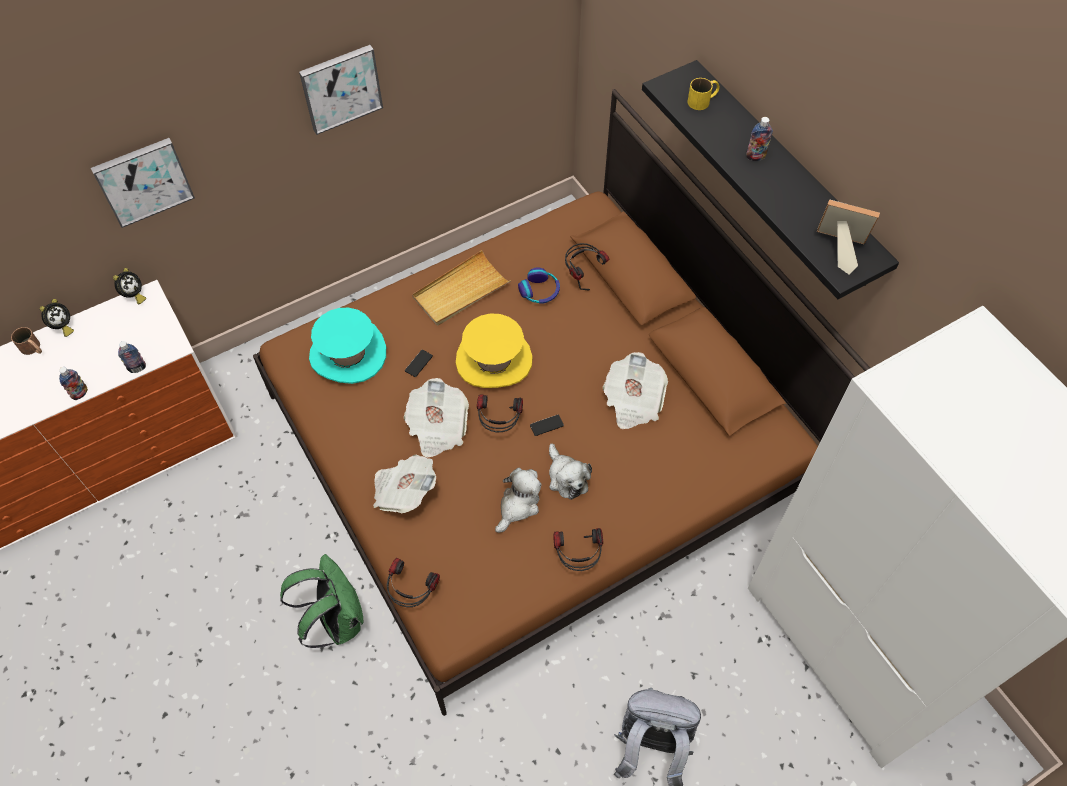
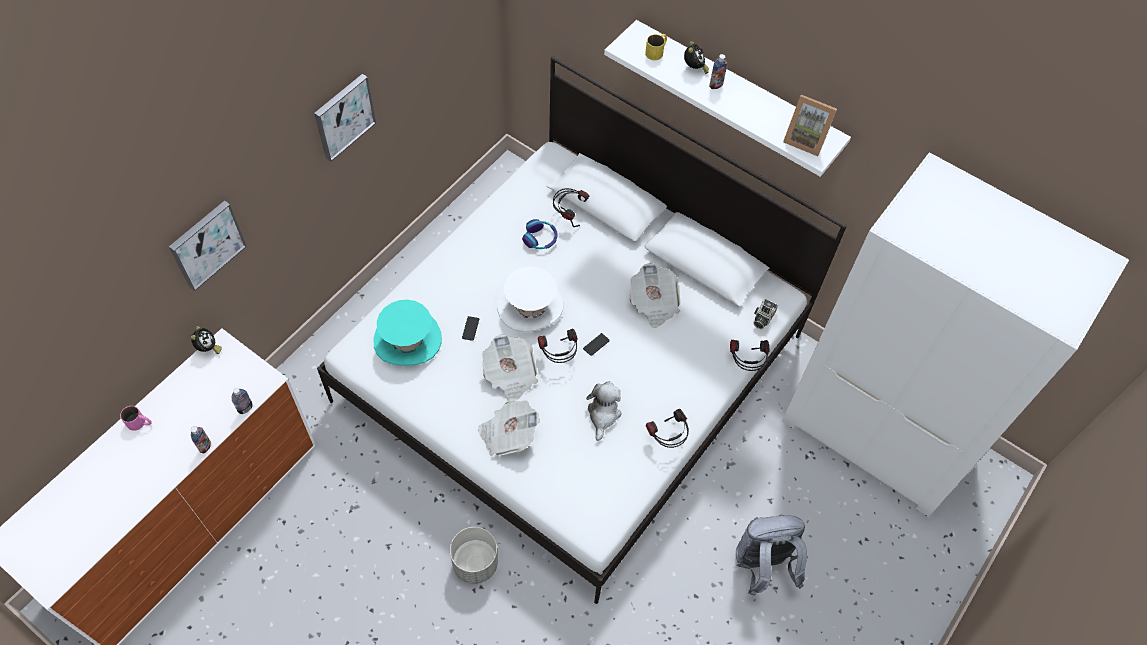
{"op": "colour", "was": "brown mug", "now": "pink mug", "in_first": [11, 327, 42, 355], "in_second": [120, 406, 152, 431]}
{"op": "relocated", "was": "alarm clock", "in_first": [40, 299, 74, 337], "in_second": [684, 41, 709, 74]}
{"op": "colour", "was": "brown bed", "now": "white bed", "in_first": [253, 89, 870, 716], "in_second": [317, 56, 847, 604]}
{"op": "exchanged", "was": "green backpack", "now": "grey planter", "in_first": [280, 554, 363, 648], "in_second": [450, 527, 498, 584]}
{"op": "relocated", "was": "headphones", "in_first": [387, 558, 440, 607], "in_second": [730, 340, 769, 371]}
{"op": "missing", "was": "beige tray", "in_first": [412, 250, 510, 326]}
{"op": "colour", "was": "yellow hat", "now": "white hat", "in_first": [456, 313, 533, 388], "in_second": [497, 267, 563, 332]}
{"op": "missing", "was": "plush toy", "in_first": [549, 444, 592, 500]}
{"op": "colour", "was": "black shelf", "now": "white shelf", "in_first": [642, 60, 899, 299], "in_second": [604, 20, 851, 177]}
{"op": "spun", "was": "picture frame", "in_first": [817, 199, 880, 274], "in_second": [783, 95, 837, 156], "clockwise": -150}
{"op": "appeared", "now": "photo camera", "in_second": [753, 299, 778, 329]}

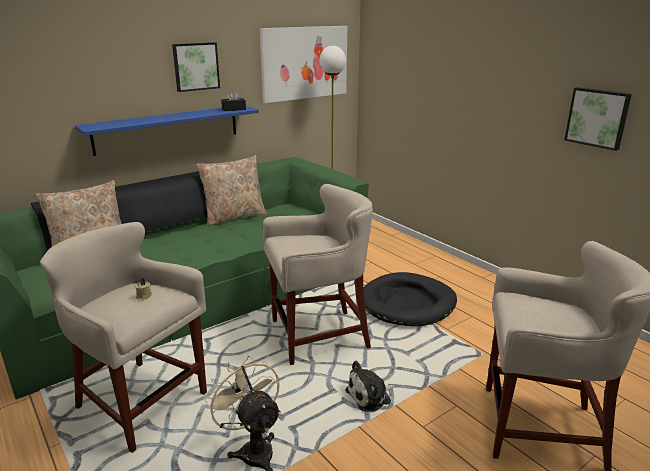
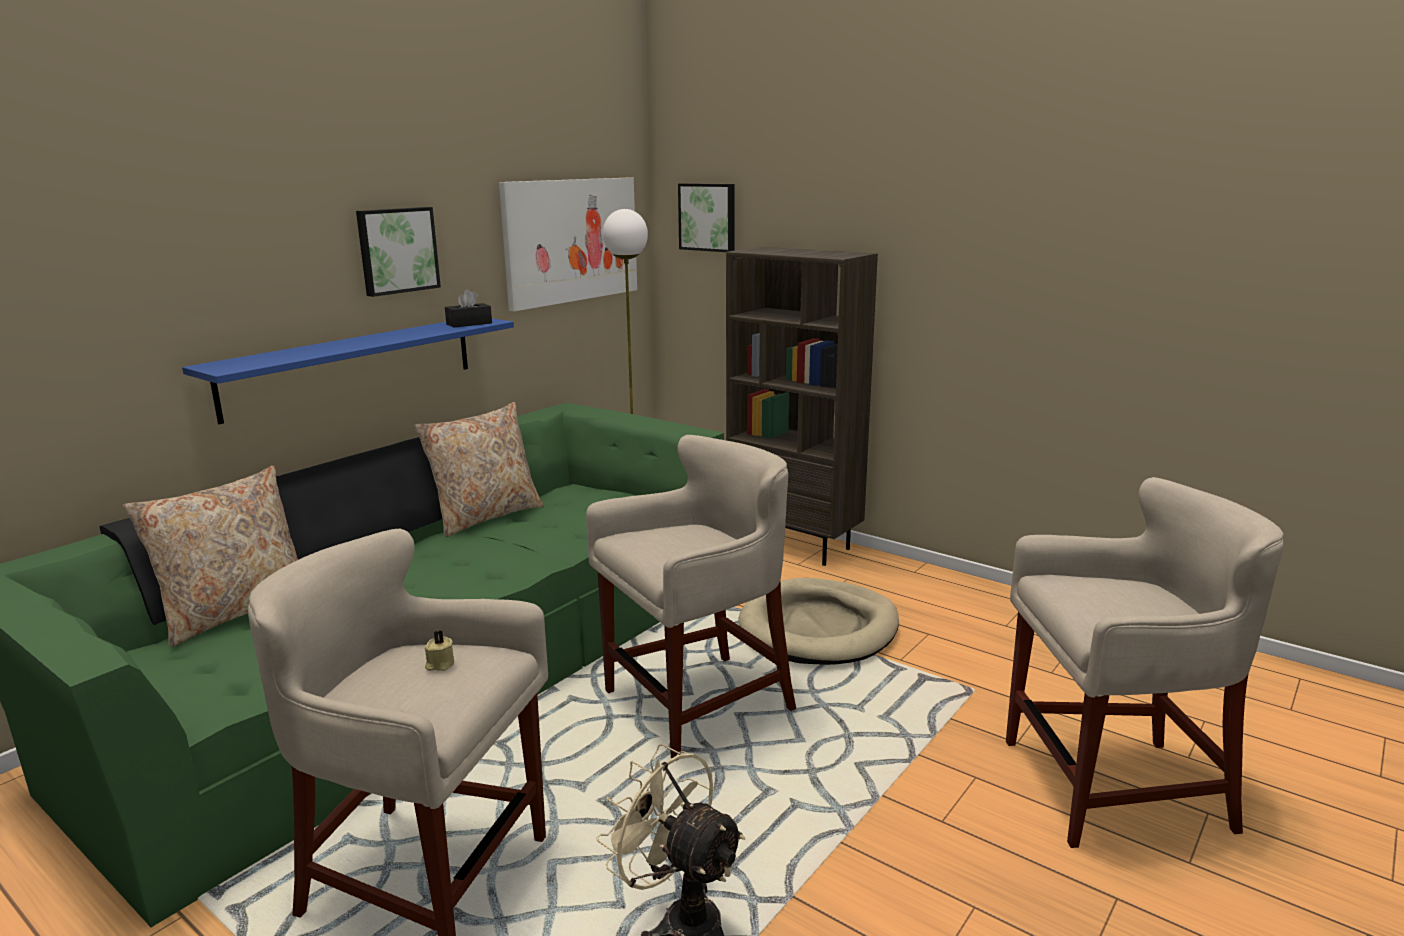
{"op": "missing", "was": "plush toy", "in_first": [345, 361, 394, 412]}
{"op": "colour", "was": "black dog bed", "now": "beige dog bed", "in_first": [363, 272, 457, 326], "in_second": [739, 578, 899, 665]}
{"op": "relocated", "was": "picture", "in_first": [564, 87, 632, 151], "in_second": [678, 183, 735, 252]}
{"op": "appeared", "now": "brown bookcase", "in_second": [726, 247, 878, 566]}

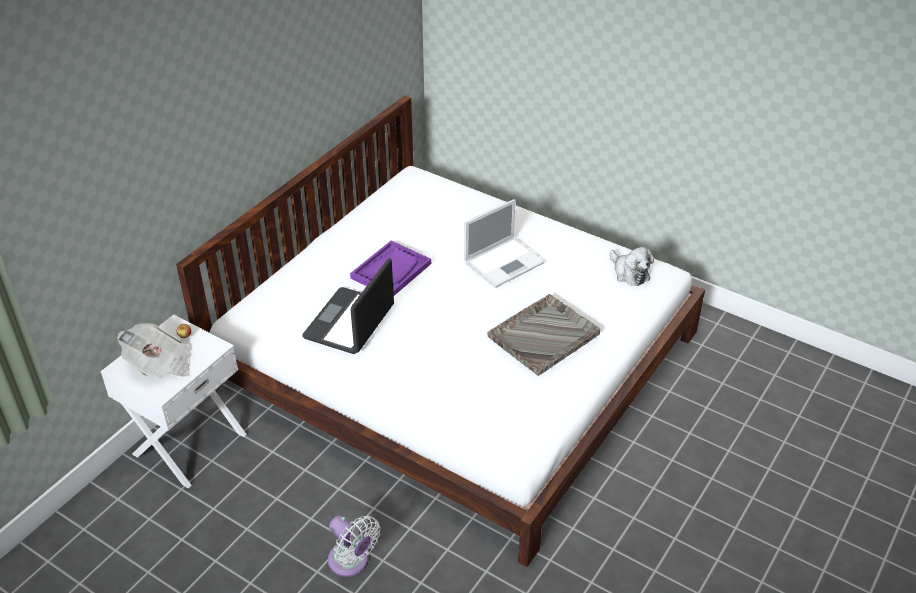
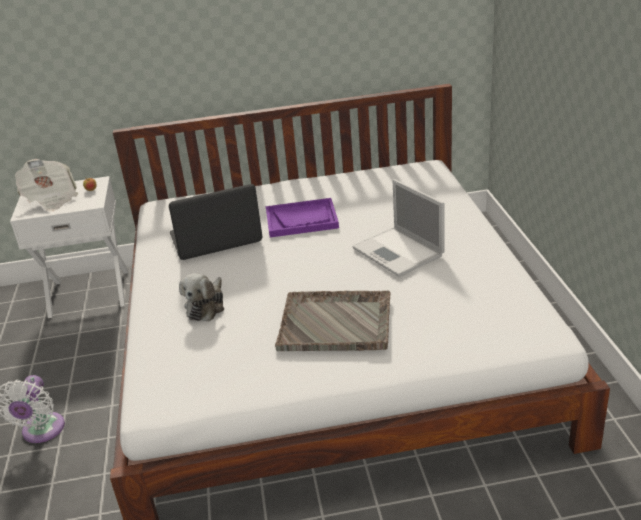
{"op": "spun", "was": "laptop", "in_first": [464, 199, 545, 288], "in_second": [352, 179, 445, 277], "clockwise": 45}
{"op": "relocated", "was": "plush toy", "in_first": [610, 247, 654, 286], "in_second": [179, 273, 224, 321]}

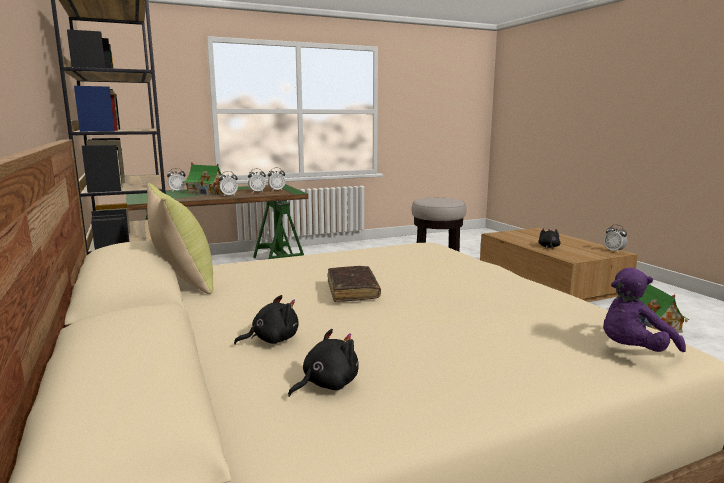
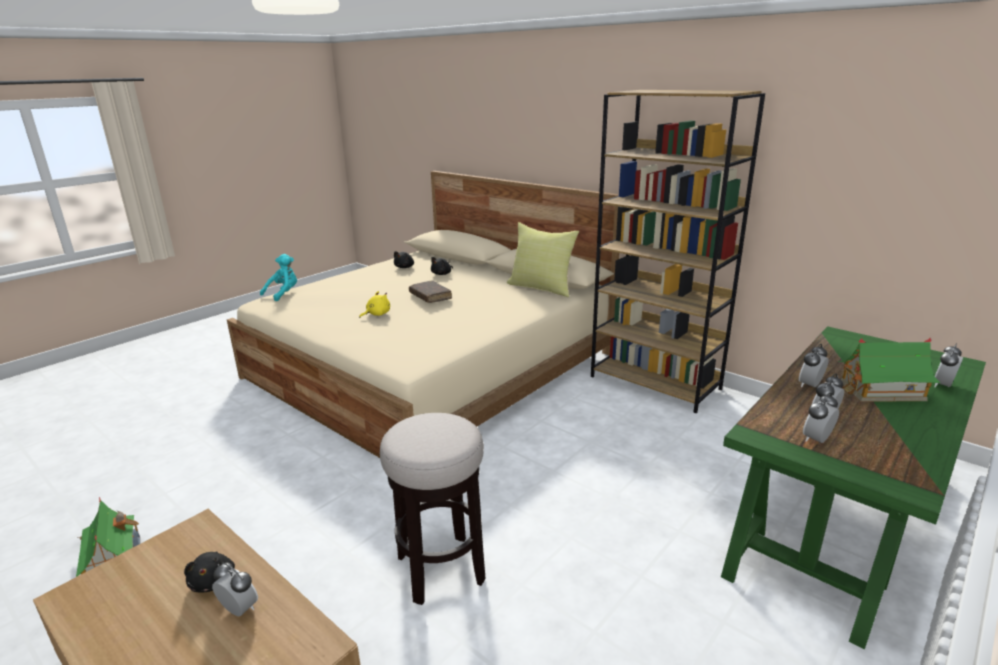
{"op": "colour", "was": "purple plush toy", "now": "turquoise plush toy", "in_first": [603, 268, 686, 352], "in_second": [260, 254, 297, 301]}
{"op": "relocated", "was": "alarm clock", "in_first": [604, 225, 627, 252], "in_second": [212, 562, 258, 616]}
{"op": "appeared", "now": "yellow plush toy", "in_second": [359, 291, 390, 318]}

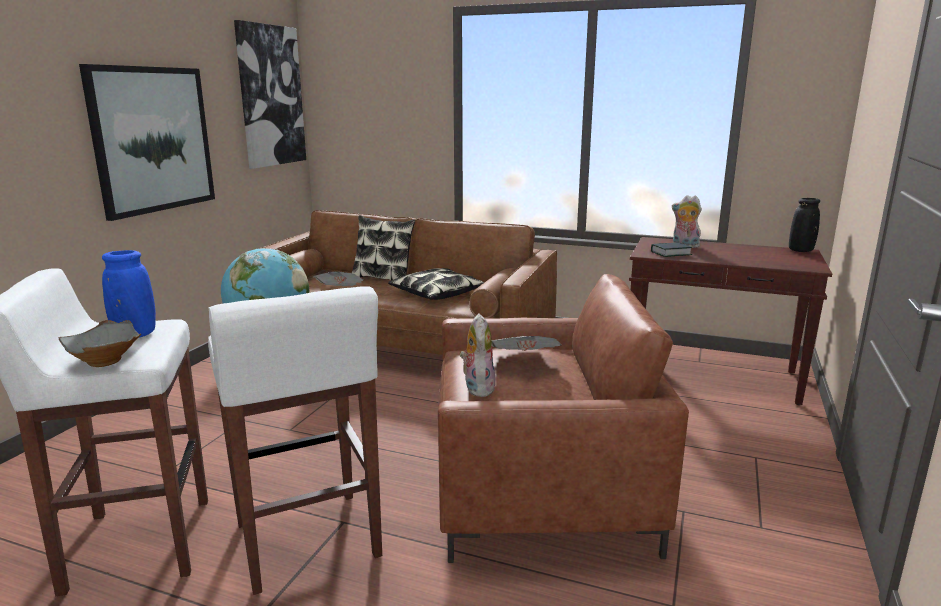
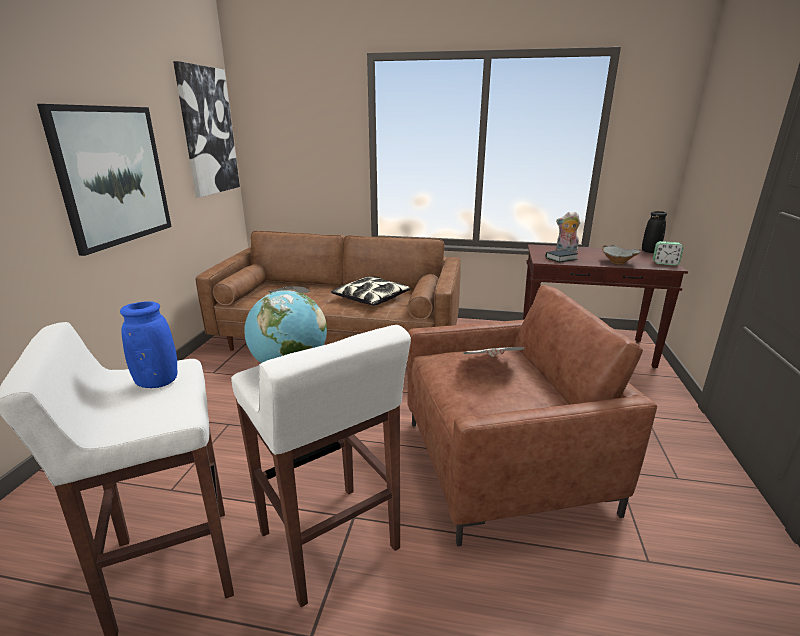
{"op": "relocated", "was": "grey bowl", "in_first": [59, 320, 141, 367], "in_second": [602, 245, 640, 264]}
{"op": "missing", "was": "pillow", "in_first": [352, 215, 415, 280]}
{"op": "missing", "was": "plush toy", "in_first": [460, 313, 495, 397]}
{"op": "appeared", "now": "alarm clock", "in_second": [653, 241, 683, 266]}

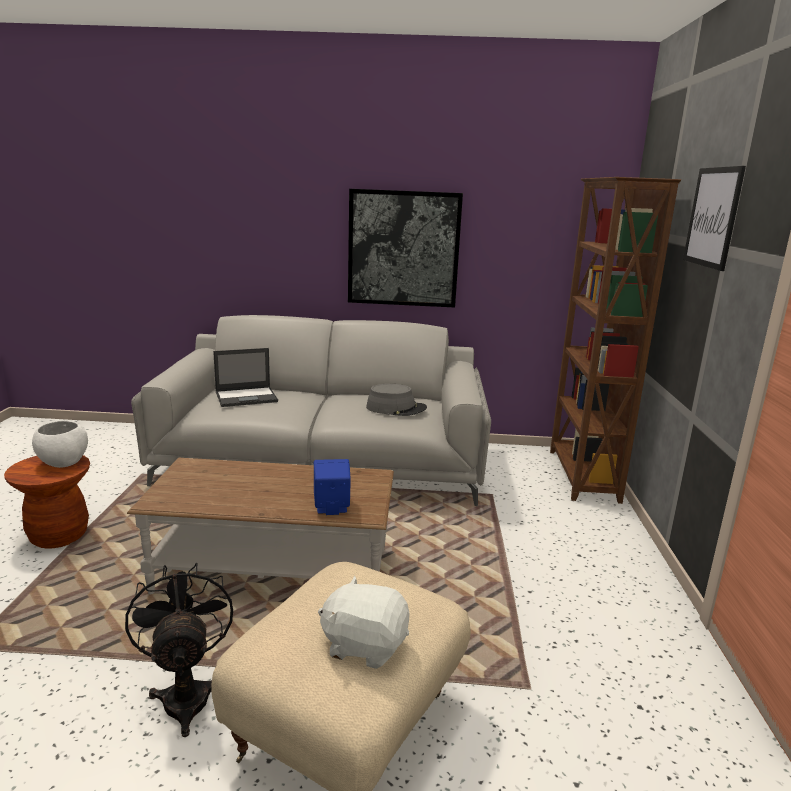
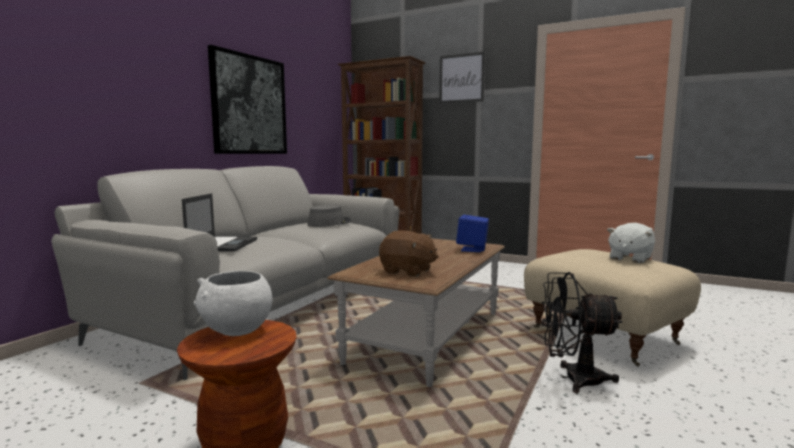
{"op": "appeared", "now": "brown plush toy", "in_second": [379, 230, 439, 277]}

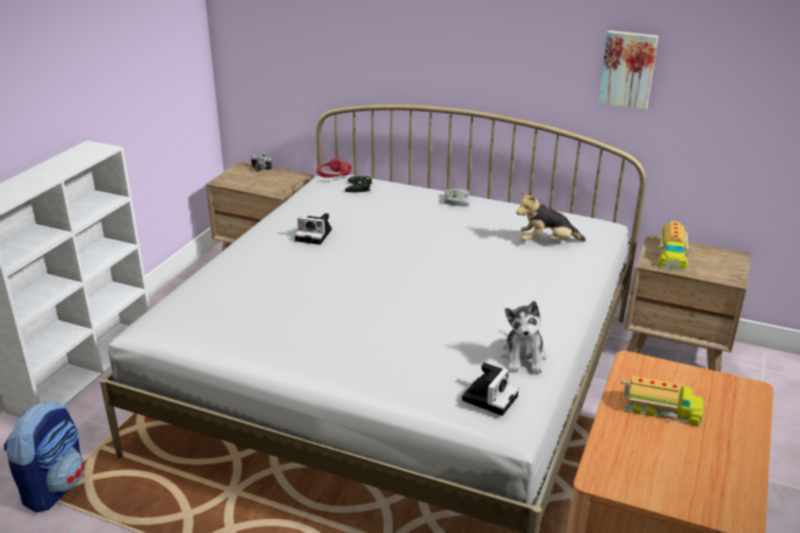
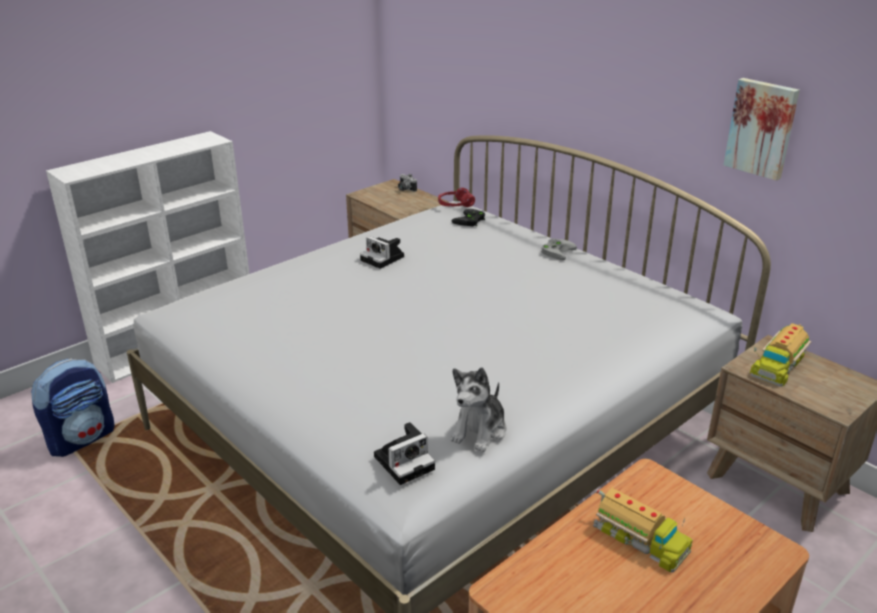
{"op": "missing", "was": "plush toy", "in_first": [516, 192, 586, 241]}

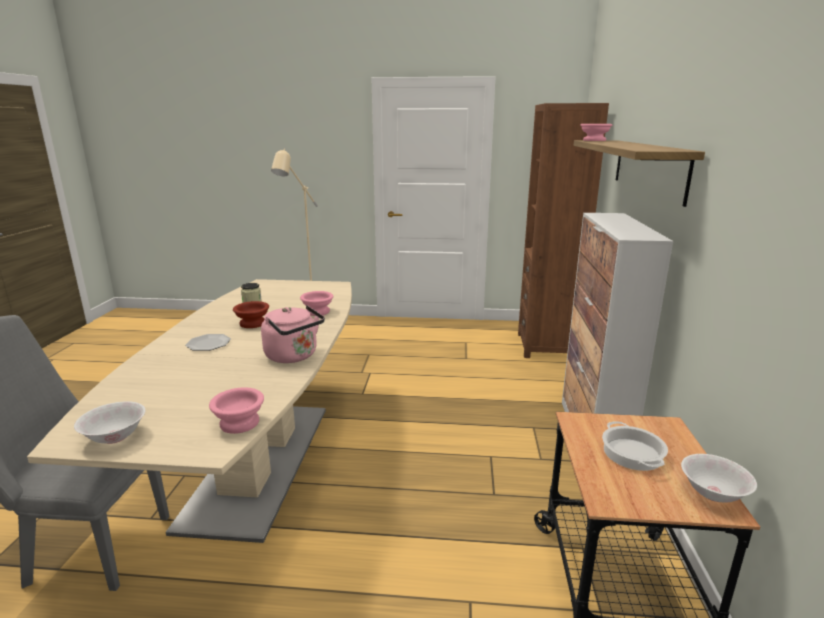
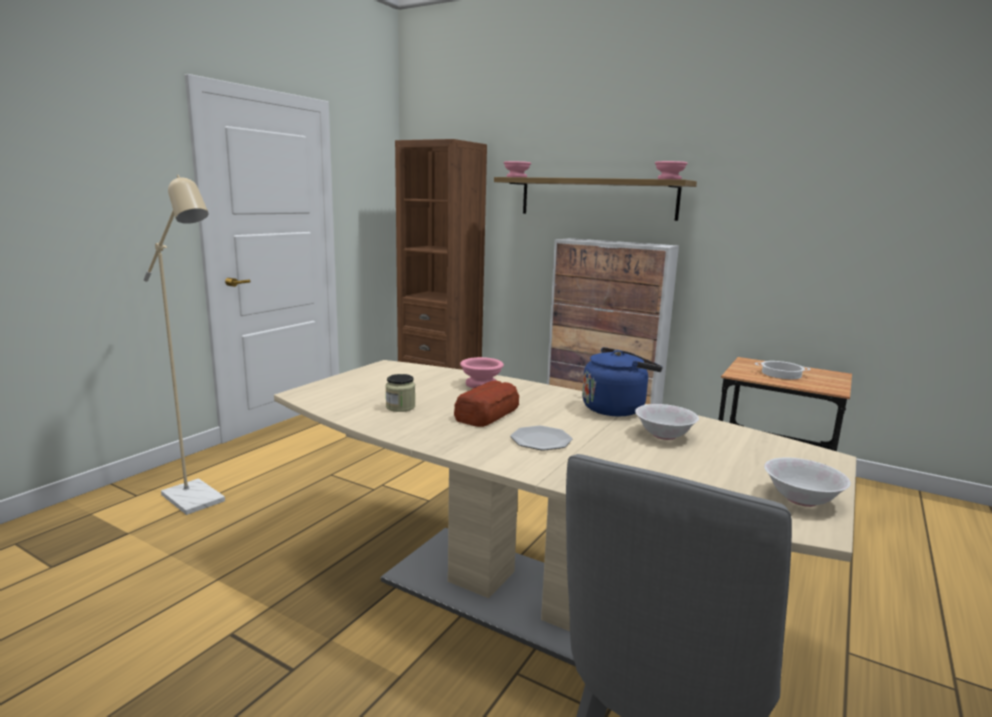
{"op": "relocated", "was": "pink bowl", "in_first": [209, 387, 264, 434], "in_second": [655, 161, 688, 179]}
{"op": "exchanged", "was": "brown bowl", "now": "bread", "in_first": [233, 301, 269, 328], "in_second": [454, 380, 519, 427]}
{"op": "colour", "was": "pink kettle", "now": "blue kettle", "in_first": [261, 305, 325, 363], "in_second": [582, 347, 663, 416]}
{"op": "relocated", "was": "white bowl", "in_first": [681, 454, 757, 503], "in_second": [635, 404, 699, 440]}

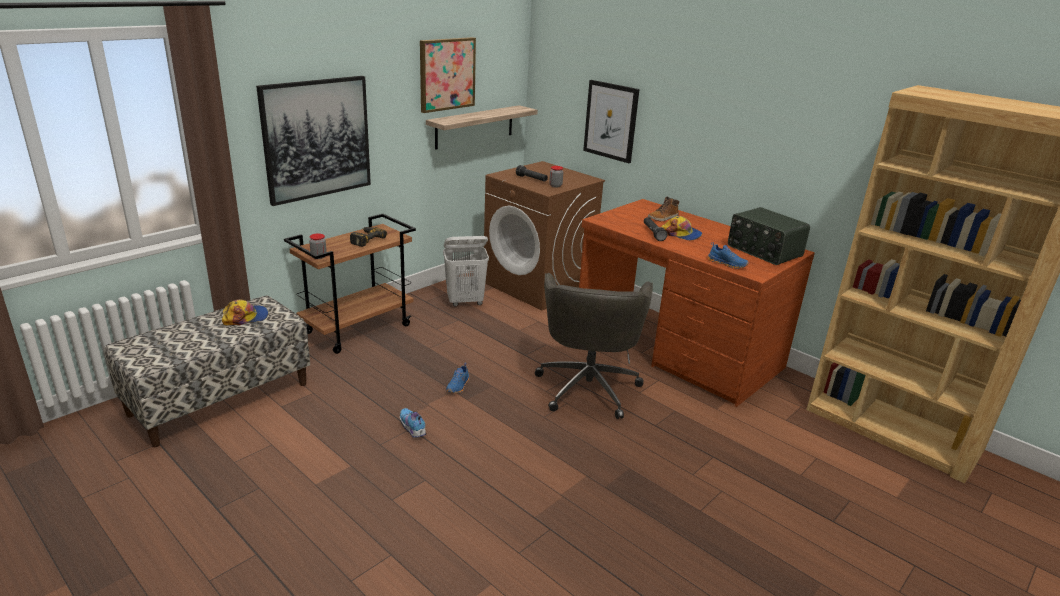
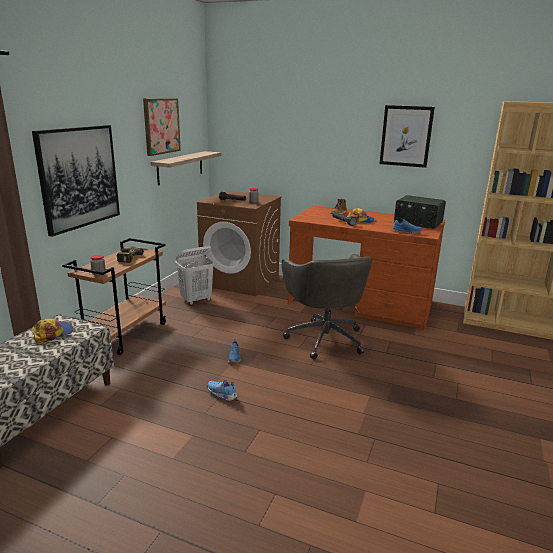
{"op": "relocated", "was": "picture", "in_first": [583, 80, 639, 163], "in_second": [379, 105, 435, 168]}

